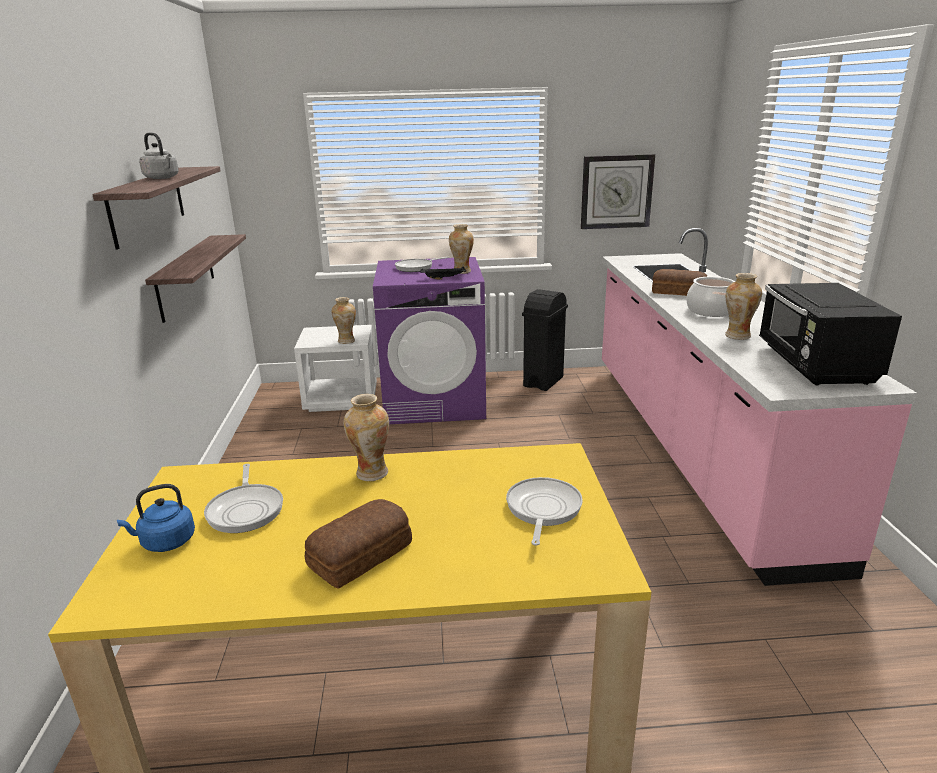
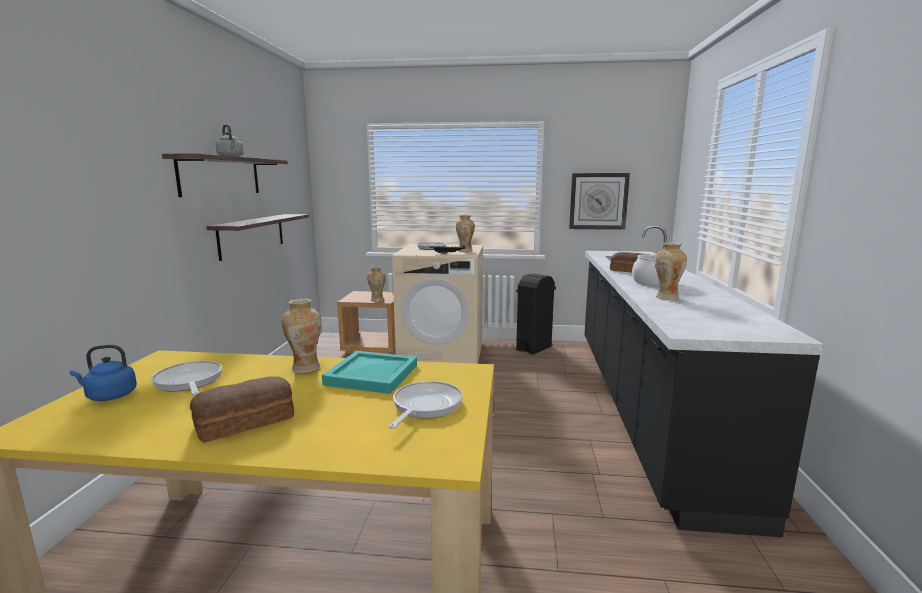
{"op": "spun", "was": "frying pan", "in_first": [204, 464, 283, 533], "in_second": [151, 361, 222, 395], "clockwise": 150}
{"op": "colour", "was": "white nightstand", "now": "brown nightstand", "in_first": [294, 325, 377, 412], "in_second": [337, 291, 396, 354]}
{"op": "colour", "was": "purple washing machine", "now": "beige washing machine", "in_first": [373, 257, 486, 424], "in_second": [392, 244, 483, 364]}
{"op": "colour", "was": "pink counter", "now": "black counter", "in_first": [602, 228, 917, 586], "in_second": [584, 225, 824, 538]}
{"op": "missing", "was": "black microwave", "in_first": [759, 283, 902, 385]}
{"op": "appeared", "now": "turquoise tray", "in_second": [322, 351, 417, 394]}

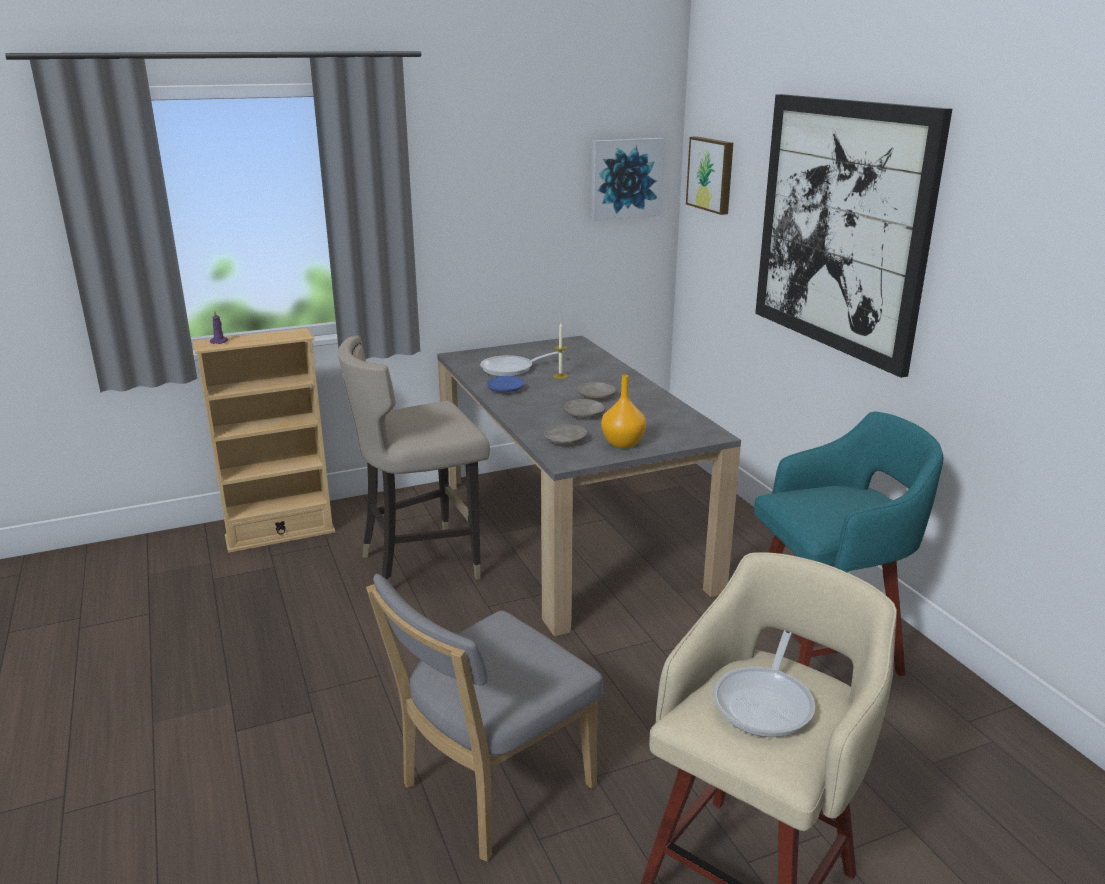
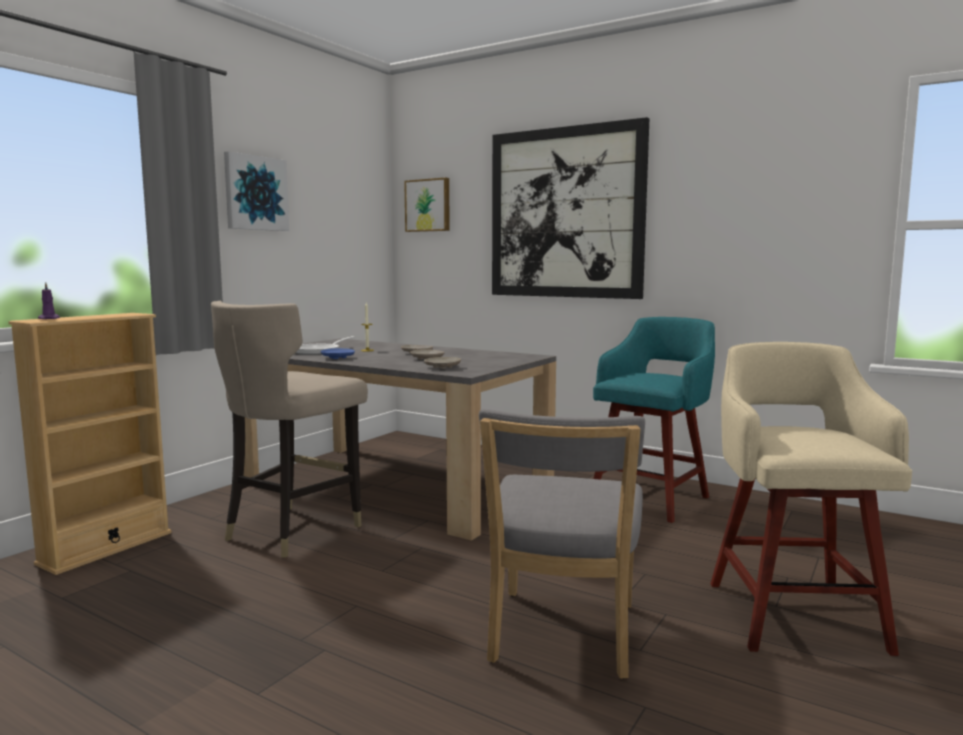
{"op": "relocated", "was": "picture", "in_first": [591, 138, 664, 221], "in_second": [224, 151, 289, 231]}
{"op": "missing", "was": "orange vase", "in_first": [601, 375, 646, 448]}
{"op": "missing", "was": "frying pan", "in_first": [713, 630, 815, 737]}

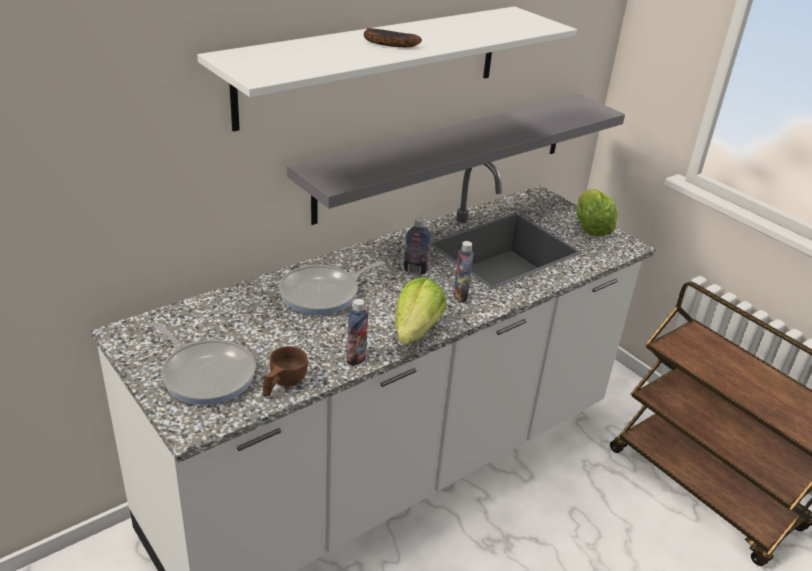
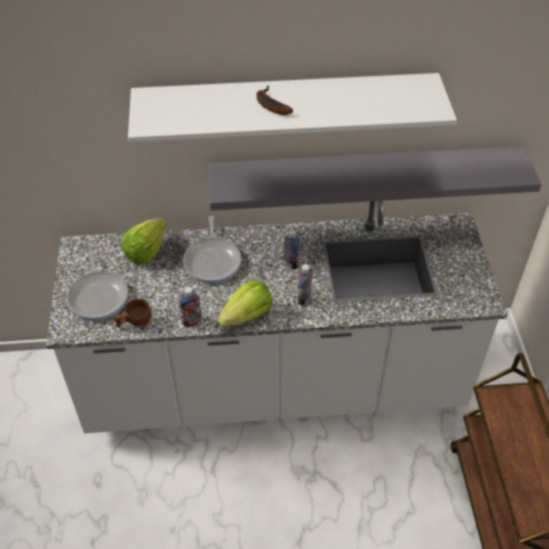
{"op": "spun", "was": "frying pan", "in_first": [279, 261, 385, 315], "in_second": [183, 216, 241, 284], "clockwise": -90}
{"op": "relocated", "was": "lettuce", "in_first": [577, 189, 617, 236], "in_second": [122, 218, 166, 265]}

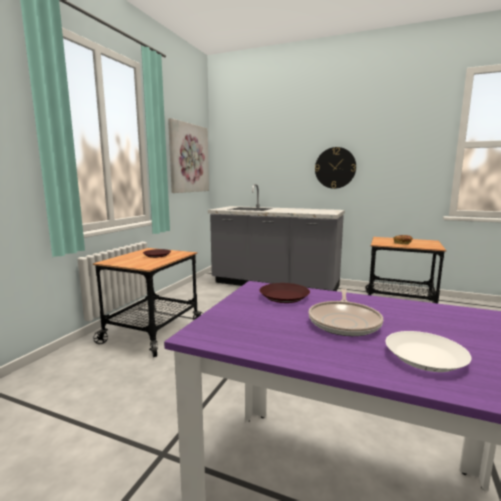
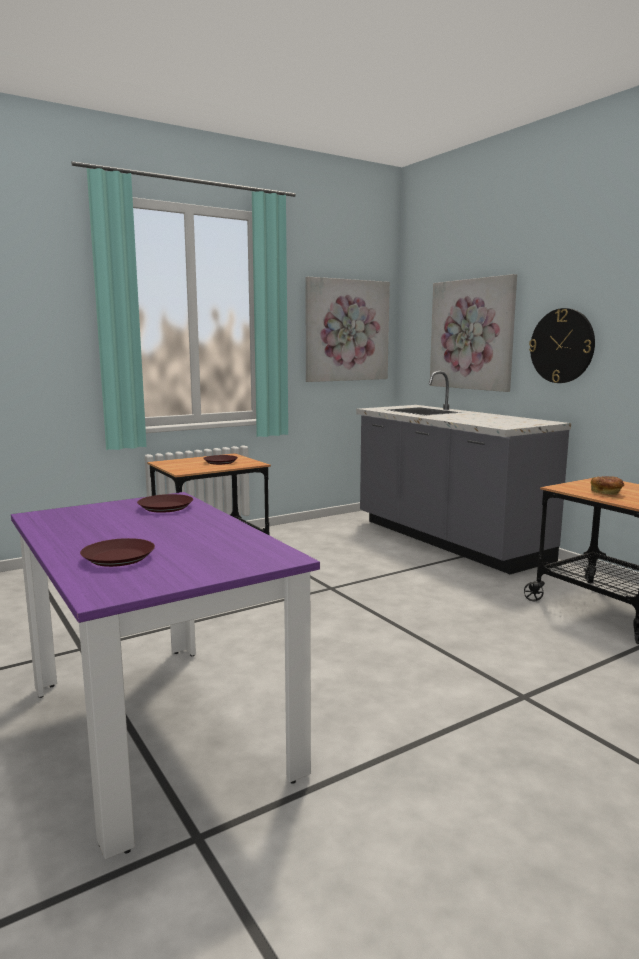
{"op": "missing", "was": "frying pan", "in_first": [309, 289, 383, 336]}
{"op": "colour", "was": "white plate", "now": "brown plate", "in_first": [386, 331, 471, 372], "in_second": [80, 538, 155, 567]}
{"op": "appeared", "now": "picture", "in_second": [430, 274, 517, 392]}

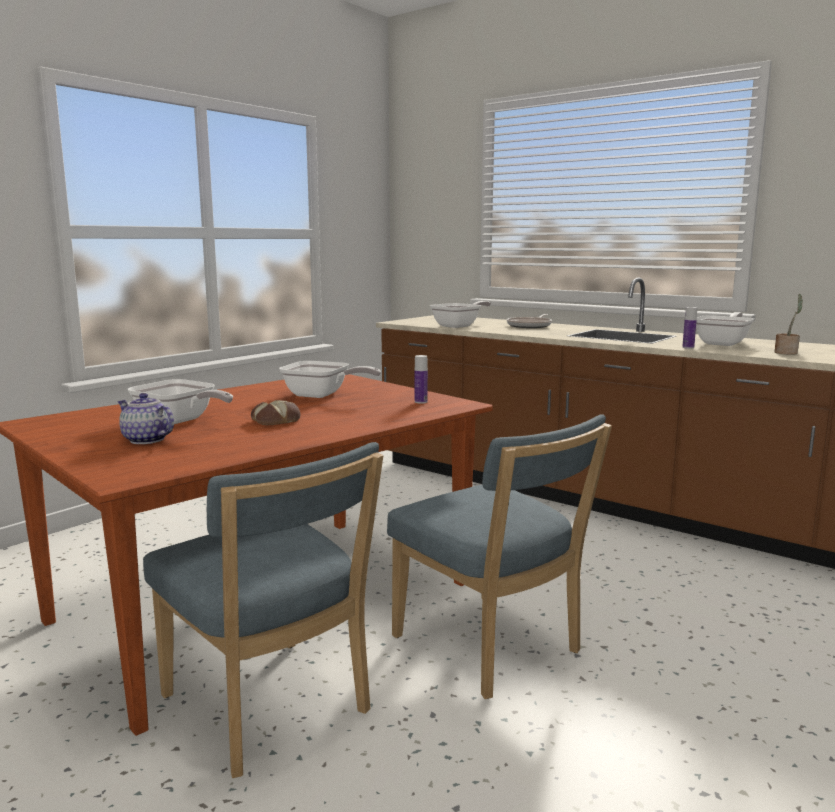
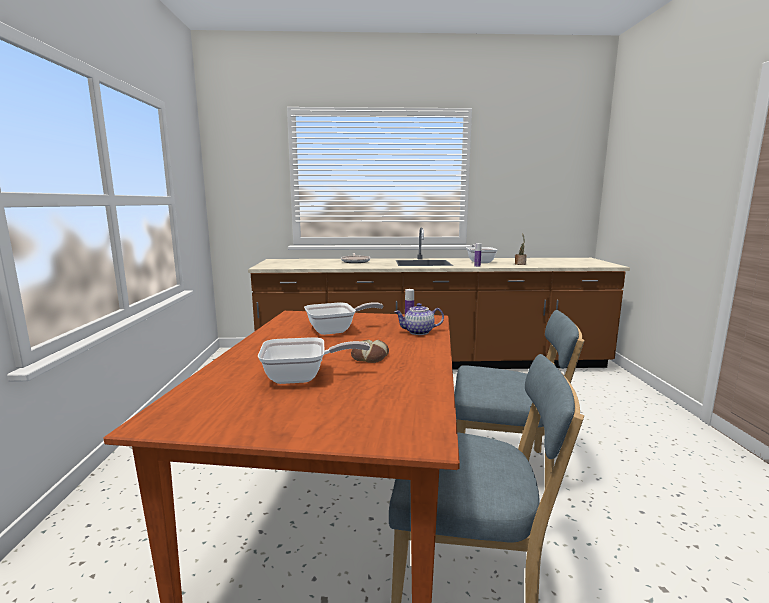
{"op": "relocated", "was": "teapot", "in_first": [117, 393, 174, 444], "in_second": [395, 303, 444, 335]}
{"op": "missing", "was": "frying pan", "in_first": [430, 301, 491, 328]}

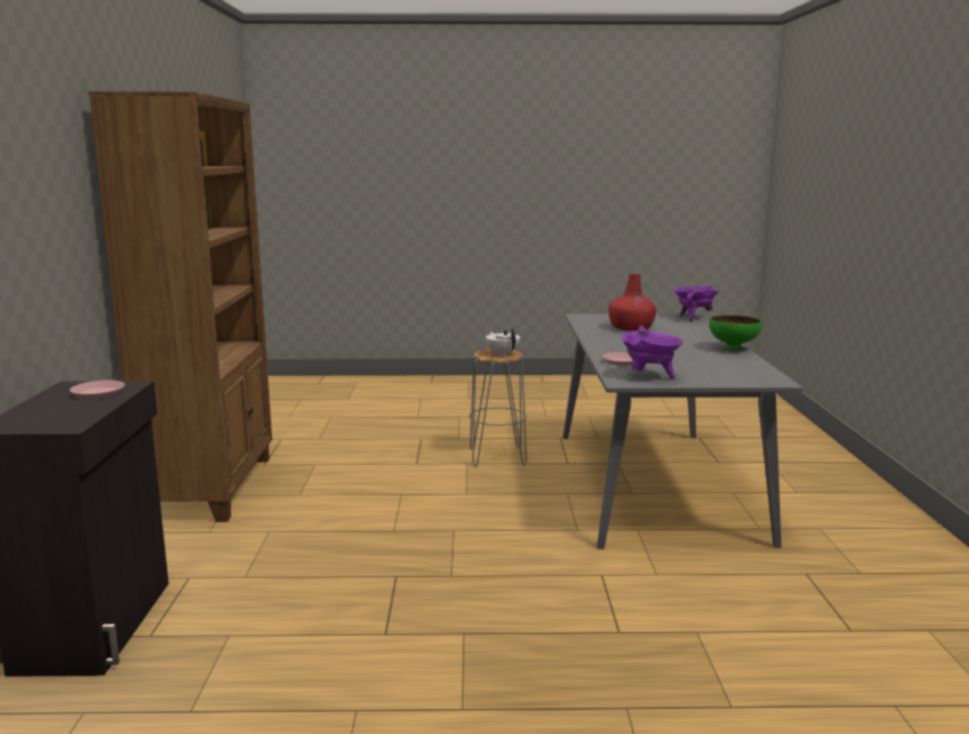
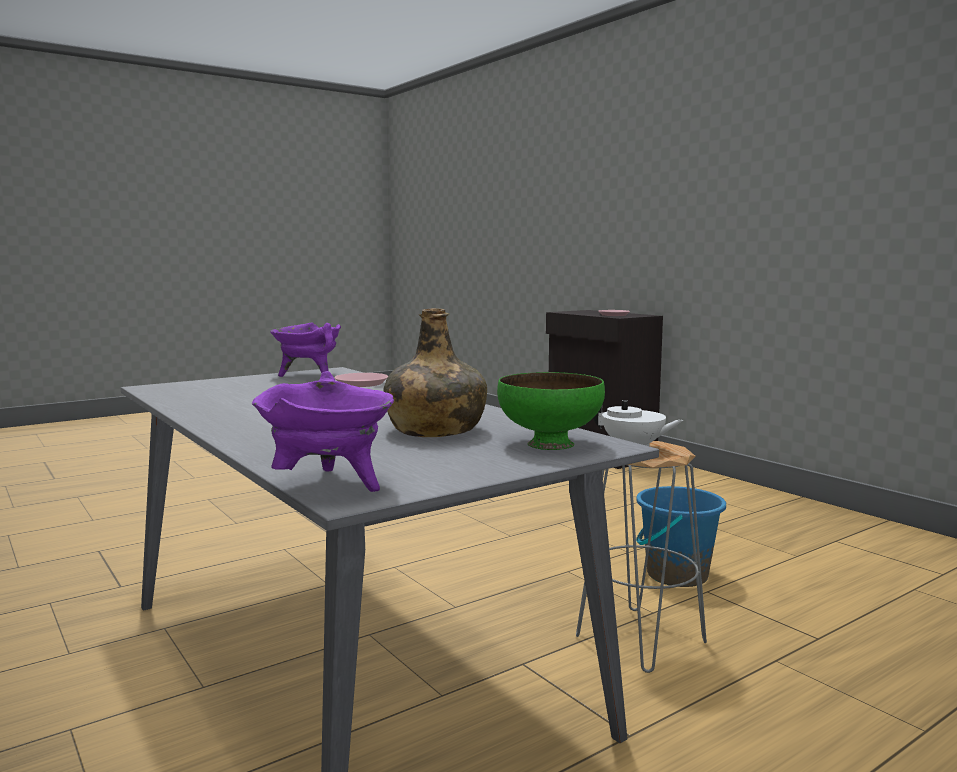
{"op": "missing", "was": "brown bookcase", "in_first": [89, 92, 272, 522]}
{"op": "colour", "was": "red bottle", "now": "green bottle", "in_first": [608, 273, 656, 331], "in_second": [383, 308, 487, 437]}
{"op": "relocated", "was": "green bowl", "in_first": [709, 315, 762, 352], "in_second": [497, 372, 605, 450]}
{"op": "appeared", "now": "blue bucket", "in_second": [636, 486, 726, 587]}

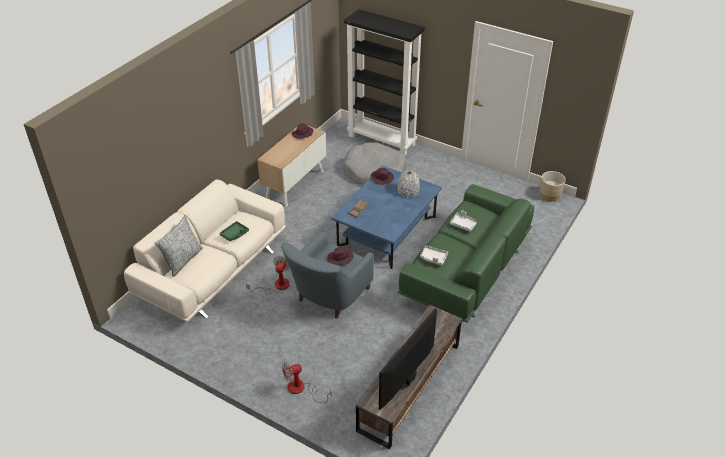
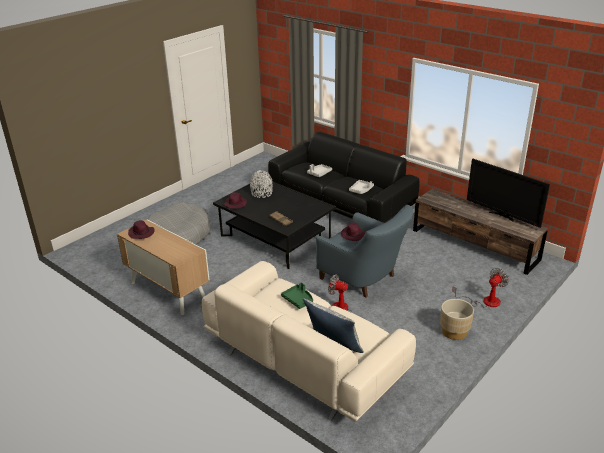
{"op": "spun", "was": "fan", "in_first": [282, 362, 332, 403], "in_second": [452, 268, 509, 308], "clockwise": -120}
{"op": "colour", "was": "blue coffee table", "now": "black coffee table", "in_first": [331, 166, 442, 269], "in_second": [213, 182, 336, 269]}
{"op": "missing", "was": "black bookcase", "in_first": [344, 9, 425, 156]}
{"op": "colour", "was": "green sofa", "now": "black sofa", "in_first": [398, 184, 534, 323], "in_second": [268, 132, 420, 223]}
{"op": "relocated", "was": "beige planter", "in_first": [540, 171, 566, 202], "in_second": [440, 299, 474, 340]}

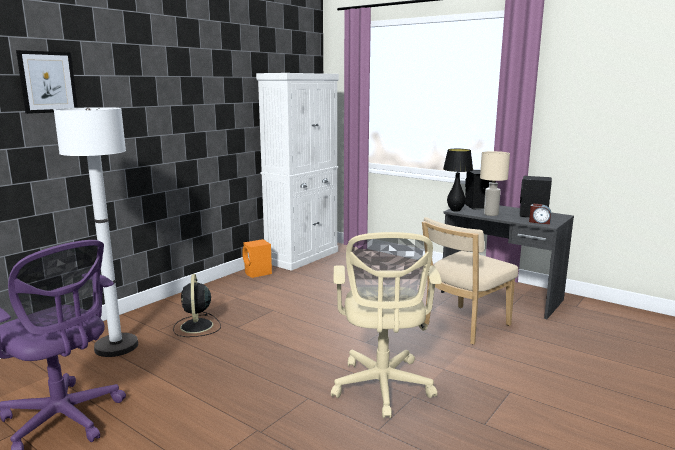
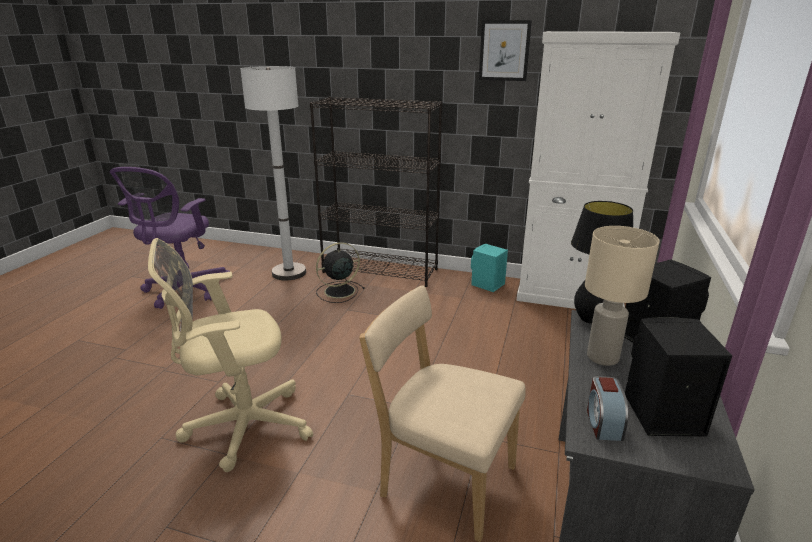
{"op": "relocated", "was": "picture", "in_first": [16, 50, 78, 114], "in_second": [479, 20, 532, 81]}
{"op": "colour", "was": "orange speaker", "now": "turquoise speaker", "in_first": [242, 239, 272, 278], "in_second": [471, 244, 508, 292]}
{"op": "appeared", "now": "black bookcase", "in_second": [310, 97, 442, 287]}

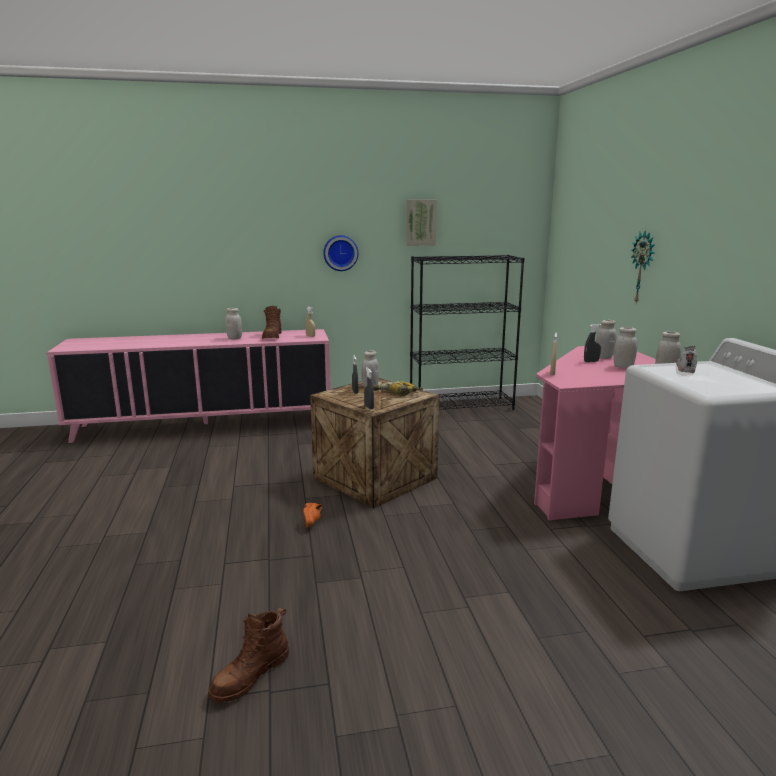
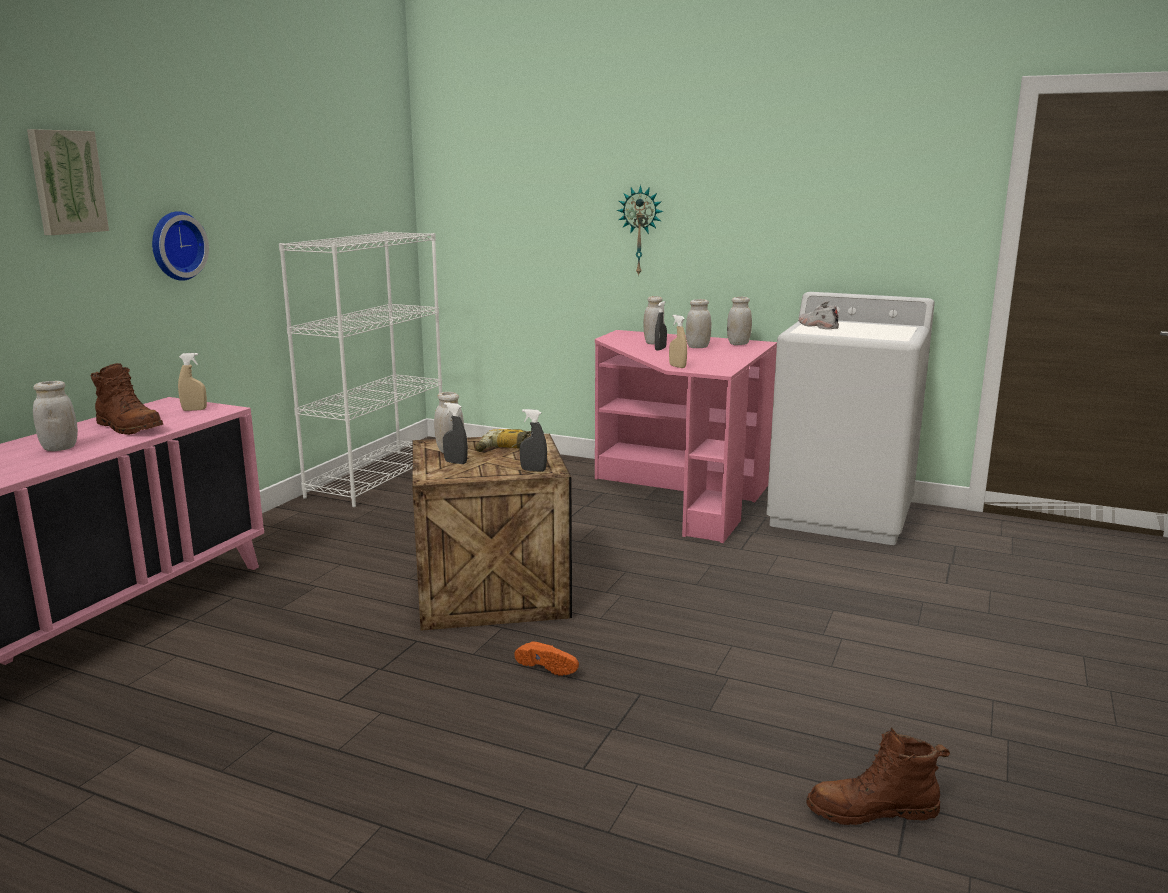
{"op": "spun", "was": "brown boot", "in_first": [208, 608, 289, 703], "in_second": [806, 727, 950, 825], "clockwise": 105}
{"op": "relocated", "was": "picture", "in_first": [406, 200, 437, 246], "in_second": [27, 129, 109, 235]}
{"op": "colour", "was": "black bookcase", "now": "white bookcase", "in_first": [410, 255, 525, 410], "in_second": [279, 231, 442, 507]}

